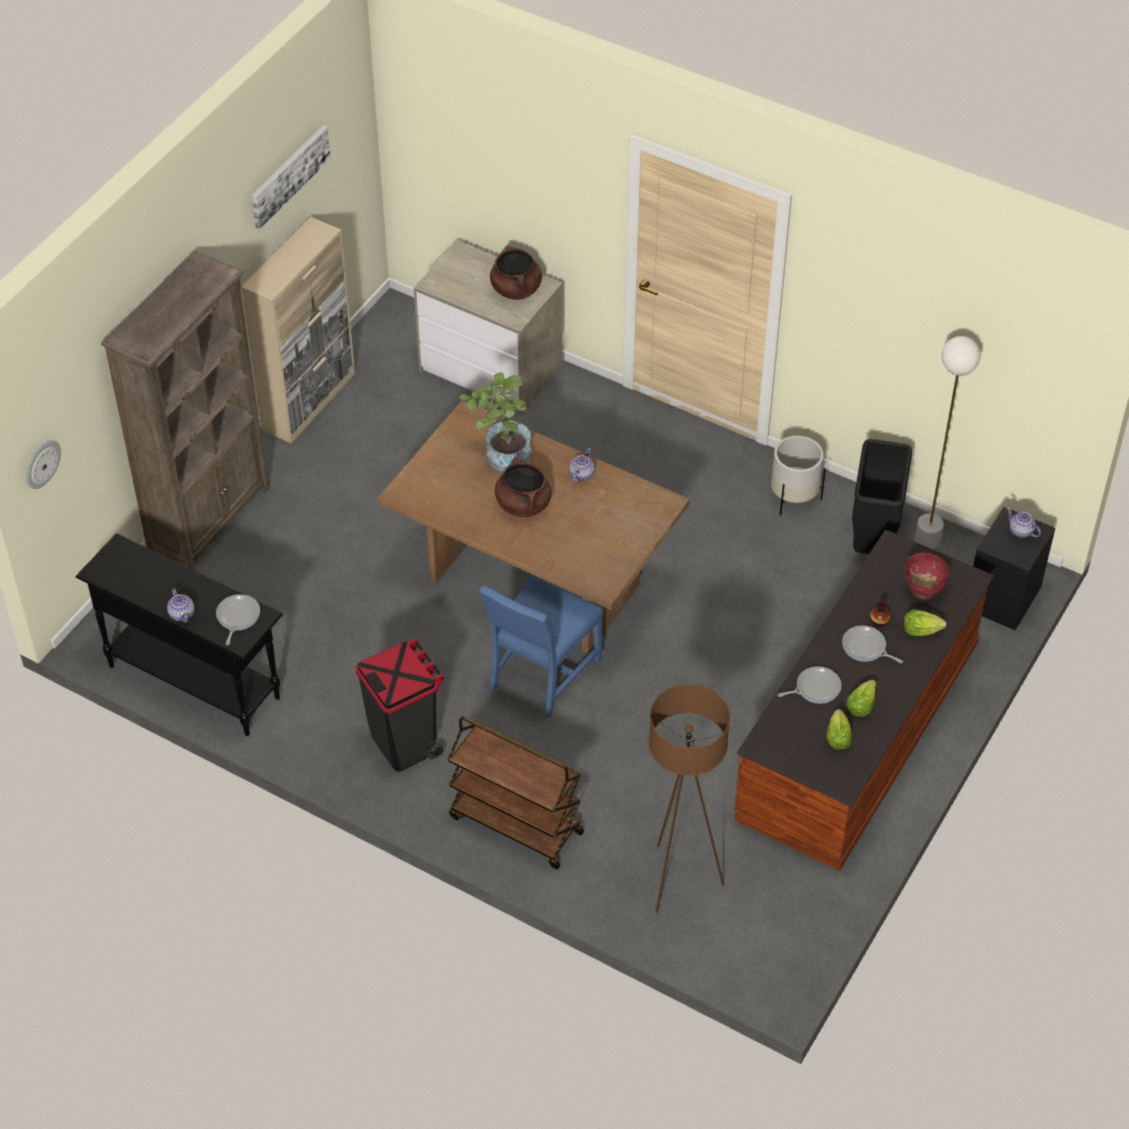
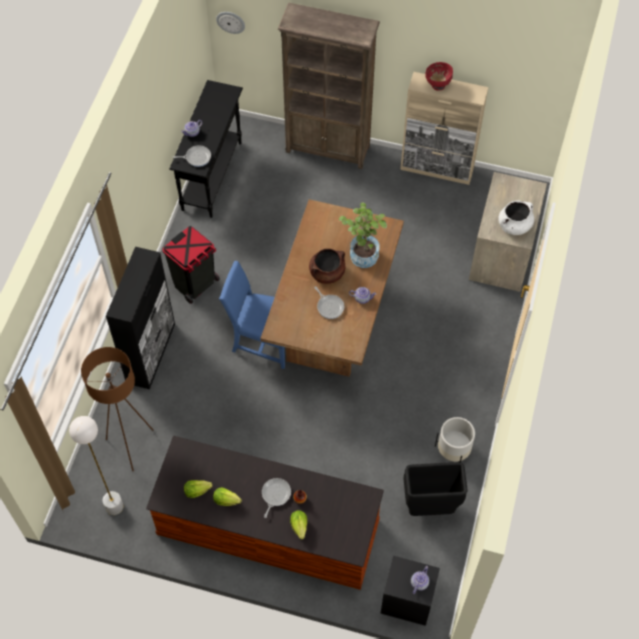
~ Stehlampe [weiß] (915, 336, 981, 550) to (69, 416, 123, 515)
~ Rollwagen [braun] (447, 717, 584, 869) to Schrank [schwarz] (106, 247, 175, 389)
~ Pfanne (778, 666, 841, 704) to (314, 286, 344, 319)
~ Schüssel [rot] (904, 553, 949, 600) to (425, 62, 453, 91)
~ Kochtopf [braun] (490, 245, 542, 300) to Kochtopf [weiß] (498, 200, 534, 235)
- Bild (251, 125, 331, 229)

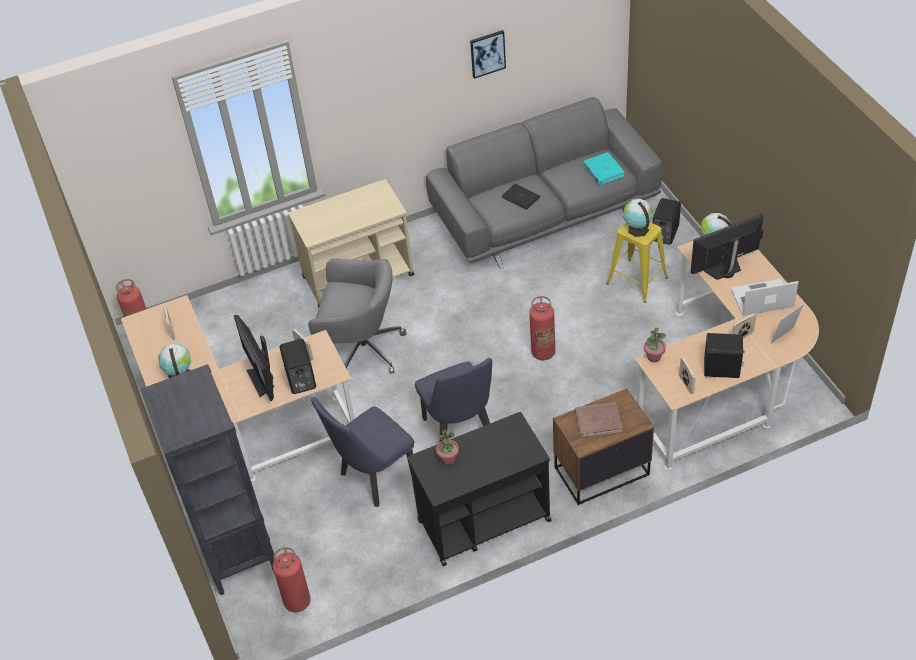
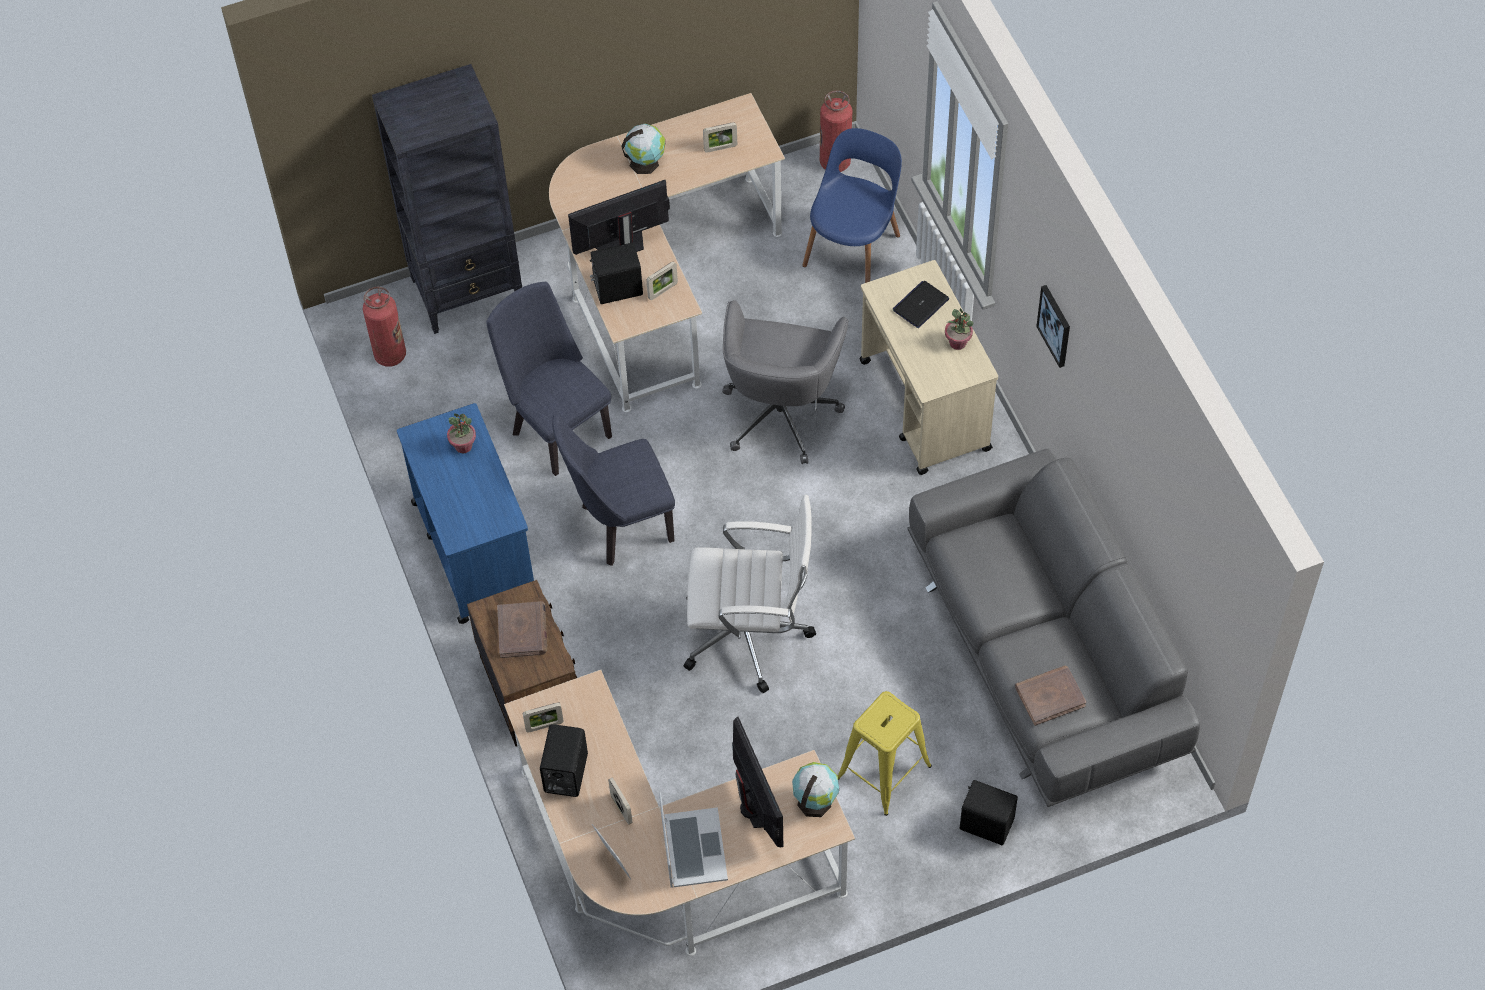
~ Rollwagen [schwarz] (407, 412, 552, 566) to Rollwagen [blau] (397, 403, 534, 624)
~ Feuerlöscher (529, 296, 555, 360) to Bürostuhl [weiß] (684, 495, 816, 693)
+ Stuhl [blau] (802, 128, 902, 283)
~ Laptop (502, 184, 540, 210) to (893, 281, 949, 328)
~ Topfpflanze (644, 328, 666, 362) to (945, 308, 974, 350)
~ Buch [türkis] (583, 152, 625, 185) to Buch [braun] (1015, 666, 1086, 726)
~ Bild (470, 30, 506, 79) to (1036, 285, 1070, 368)
- Globus (623, 199, 653, 237)

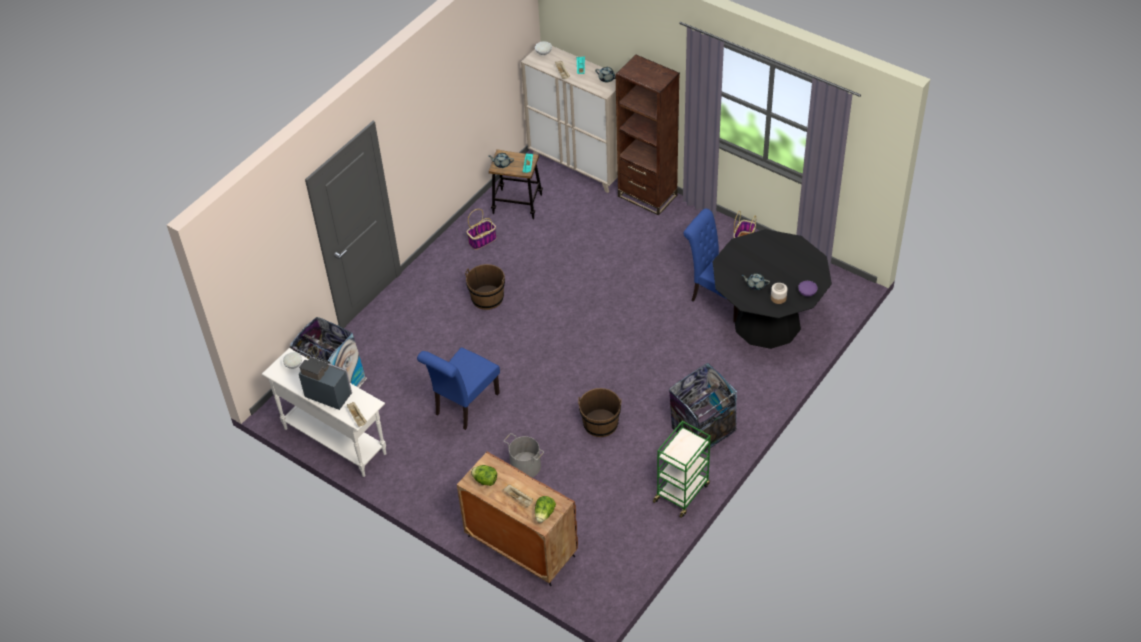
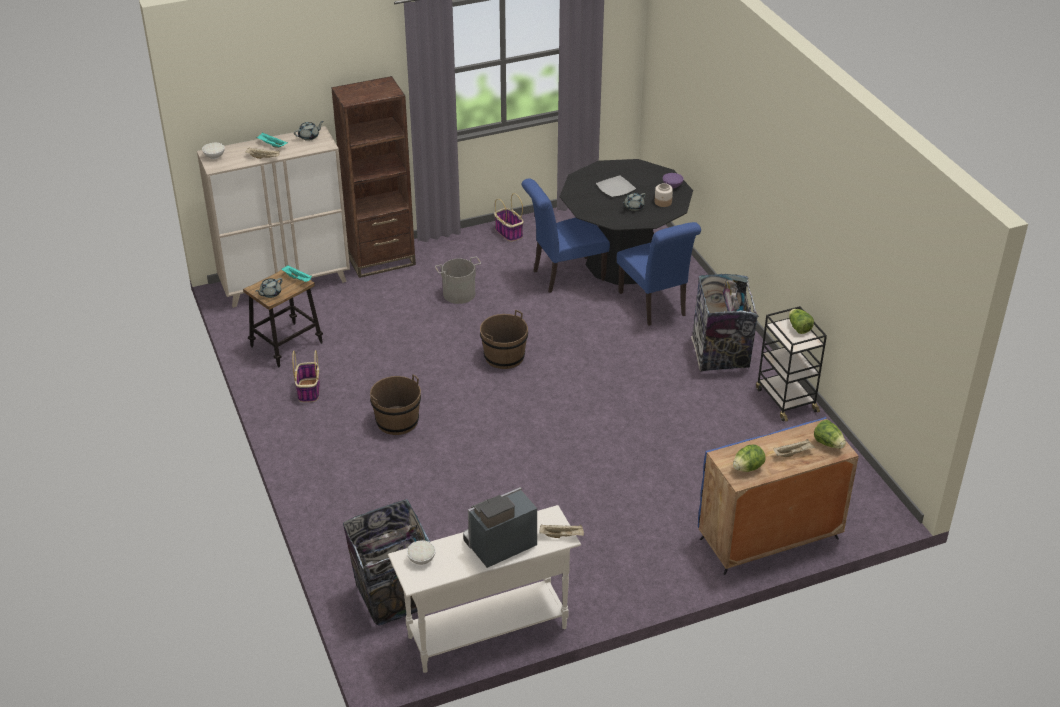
~ Eimer [grau] (504, 433, 544, 477) to (435, 257, 481, 304)
~ Eimer [braun] (578, 388, 621, 437) to (480, 310, 528, 369)
+ Teller (596, 175, 636, 197)
~ Stuhl [blau] (417, 348, 500, 430) to (617, 222, 701, 326)
~ Schrank [braun] (457, 451, 578, 586) to Schrank [blau] (698, 417, 859, 575)
~ Rollwagen [grün] (653, 421, 711, 518) to Rollwagen [schwarz] (756, 306, 827, 422)
+ Salatkopf (789, 309, 814, 334)

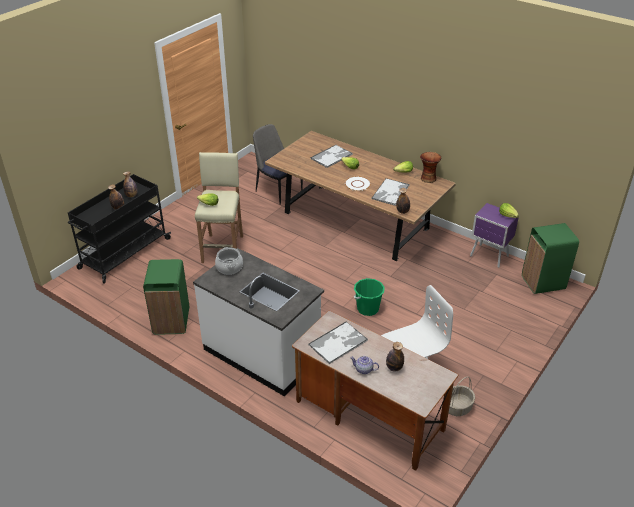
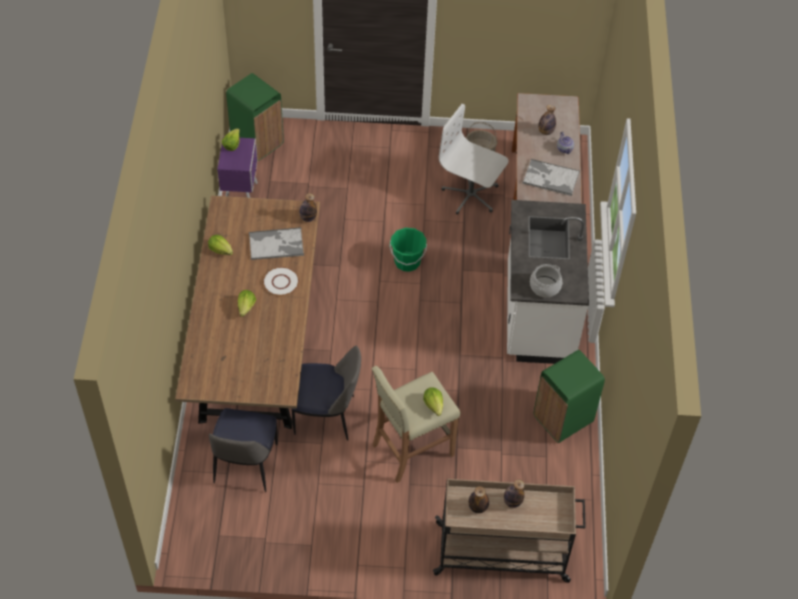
+ Stuhl (291, 346, 361, 441)
~ Rollwagen [schwarz] (68, 174, 171, 283) to Rollwagen [beige] (433, 479, 586, 583)
- Tablett (310, 145, 353, 168)
- Vase (420, 152, 441, 183)

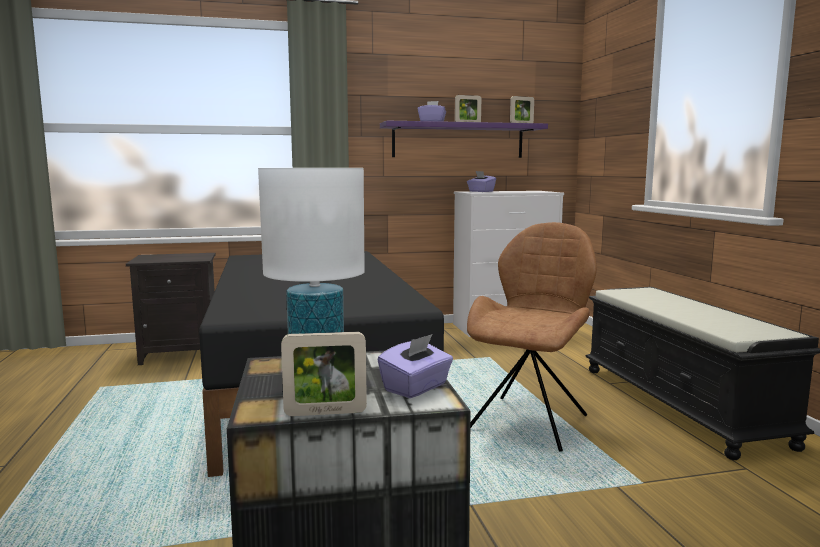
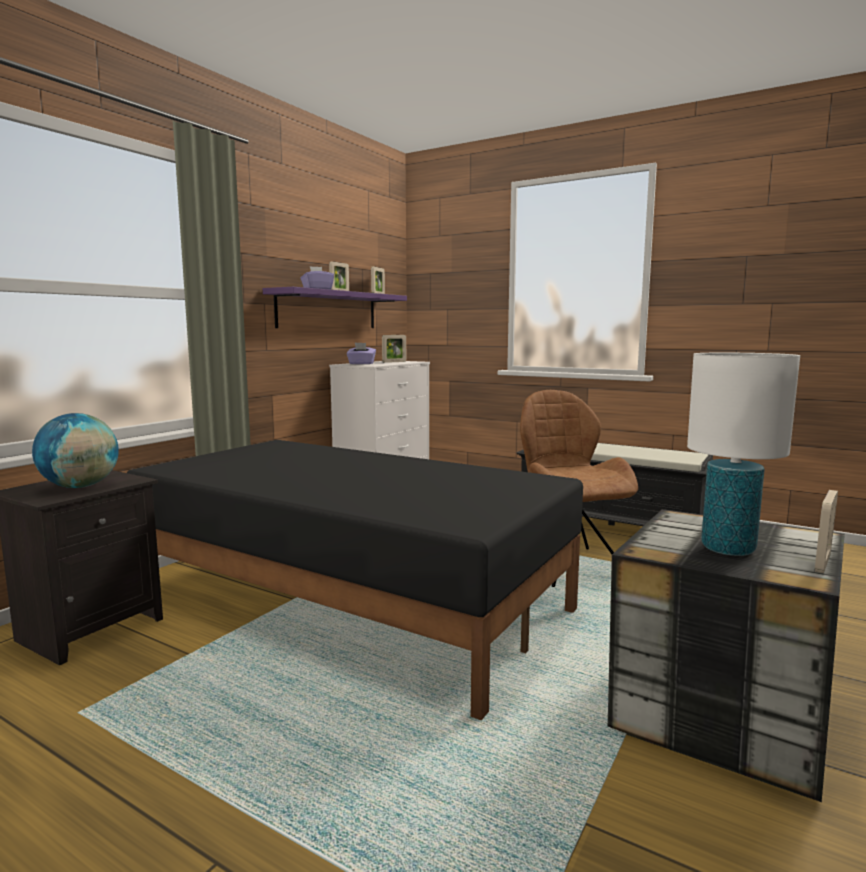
+ Globus (32, 413, 119, 488)
+ Bilderrahmen (382, 335, 406, 363)
- Taschentuchbox [lila] (377, 334, 453, 398)

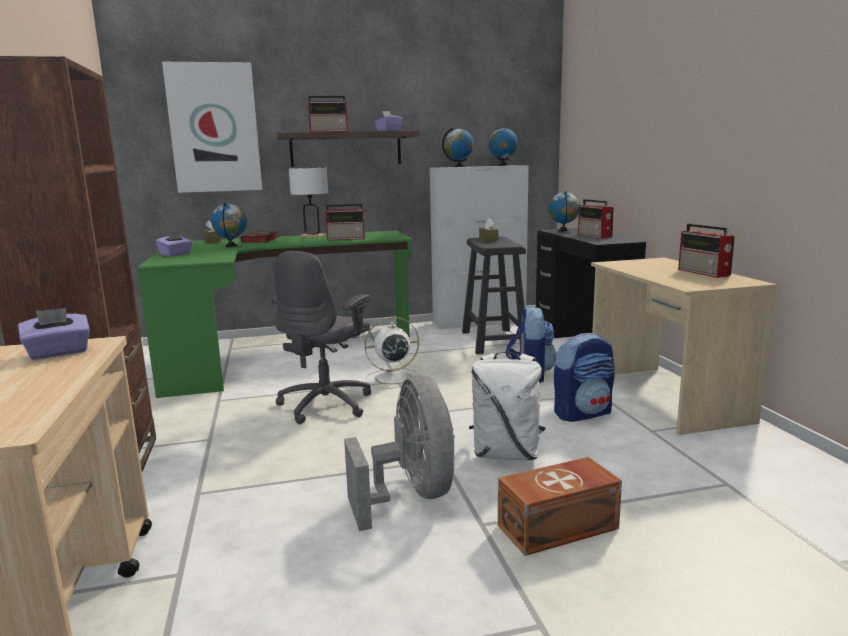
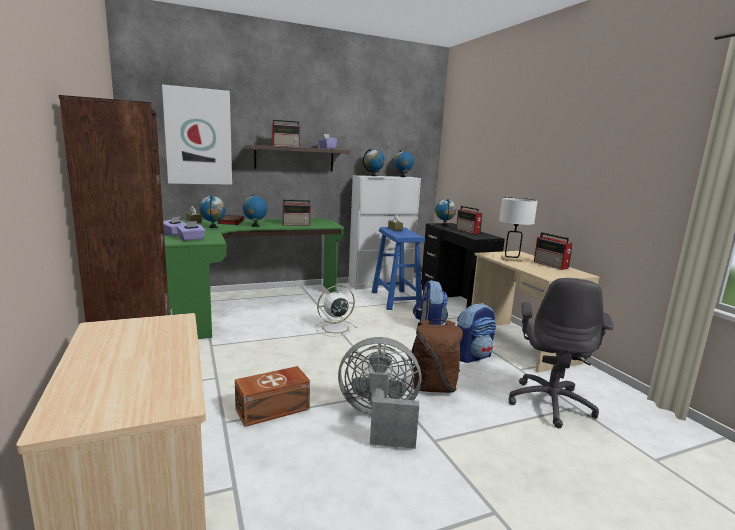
~ Taschentuchbox [lila] (18, 308, 90, 360) to (177, 221, 206, 241)
~ Aufbewahrungsbox [braun] (498, 457, 622, 556) to (235, 366, 310, 427)
+ Globus (242, 194, 268, 227)
~ Ventilator [grau] (344, 375, 455, 531) = (338, 337, 421, 449) 60 degrees counterclockwise
~ Hocker [schwarz] (462, 237, 526, 354) to Hocker [blau] (372, 227, 425, 310)
~ Rucksack [weiß] (469, 352, 546, 460) to Rucksack [braun] (412, 319, 463, 393)
~ Tischlampe [weiß] (289, 167, 328, 238) to (499, 197, 538, 262)
~ Bürostuhl [grau] (272, 251, 371, 424) to (508, 278, 614, 428)

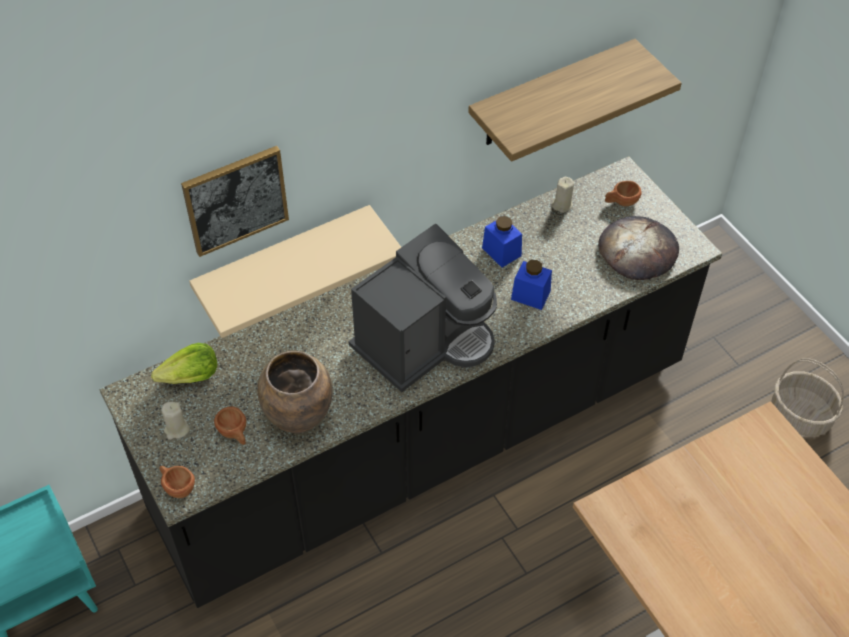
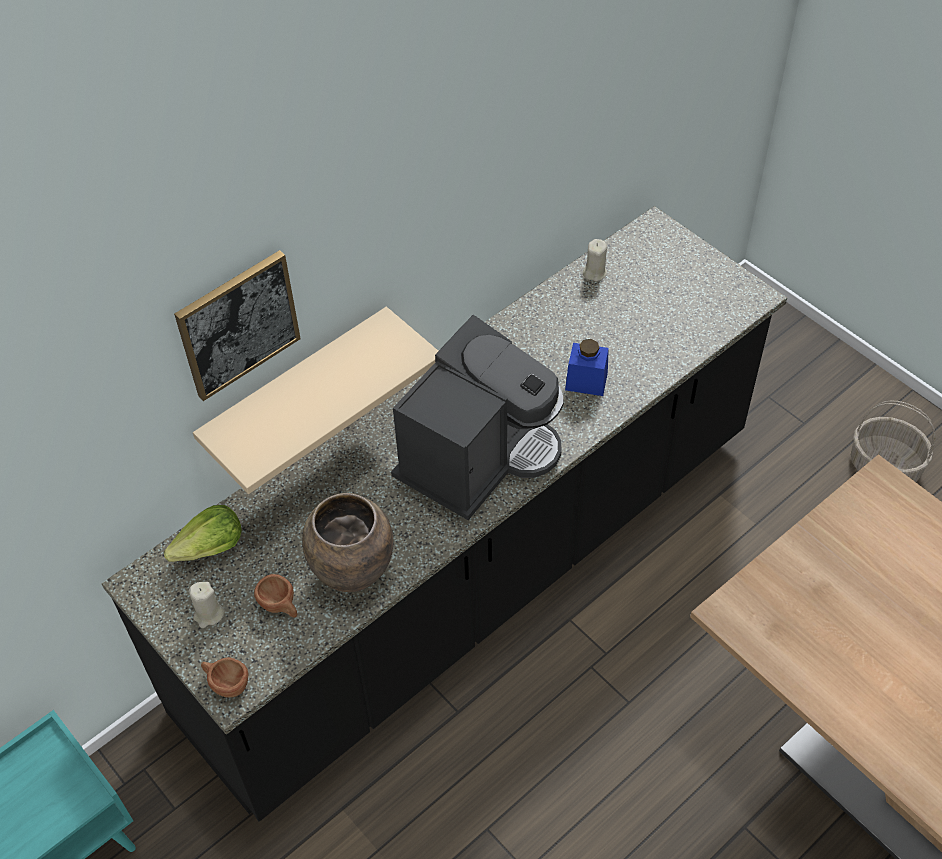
- Wandregal (468, 39, 682, 162)
- Vorratsglas [blau] (482, 216, 522, 268)
- Brot (598, 216, 679, 280)
- Tasse [braun] (605, 181, 642, 206)

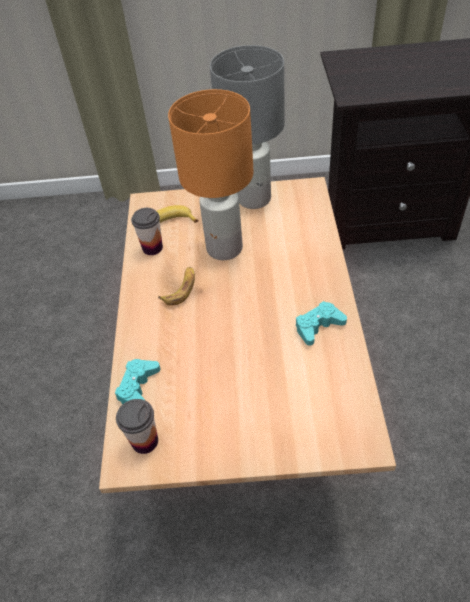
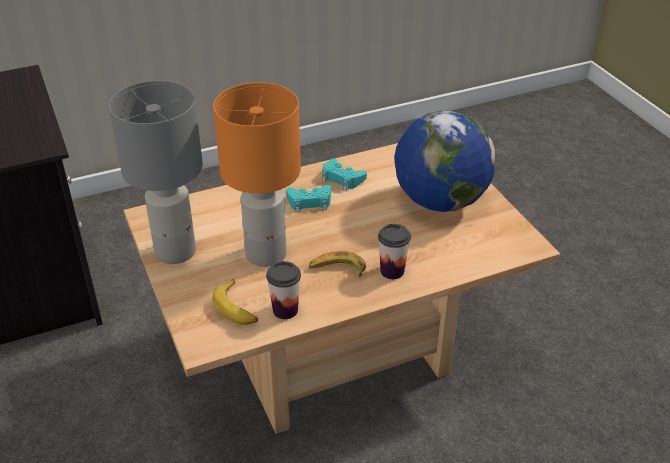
~ Gamepad [türkis] (115, 359, 161, 404) to (286, 185, 331, 212)
~ Tasse (116, 399, 158, 454) to (378, 224, 411, 279)
+ Globus (394, 111, 495, 212)

